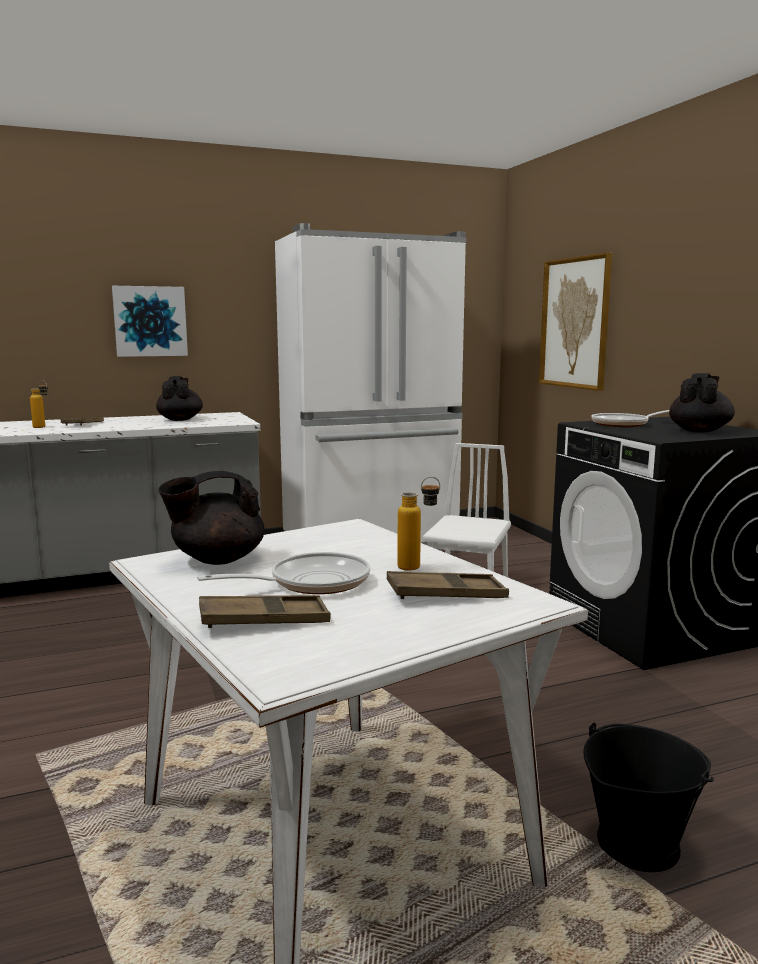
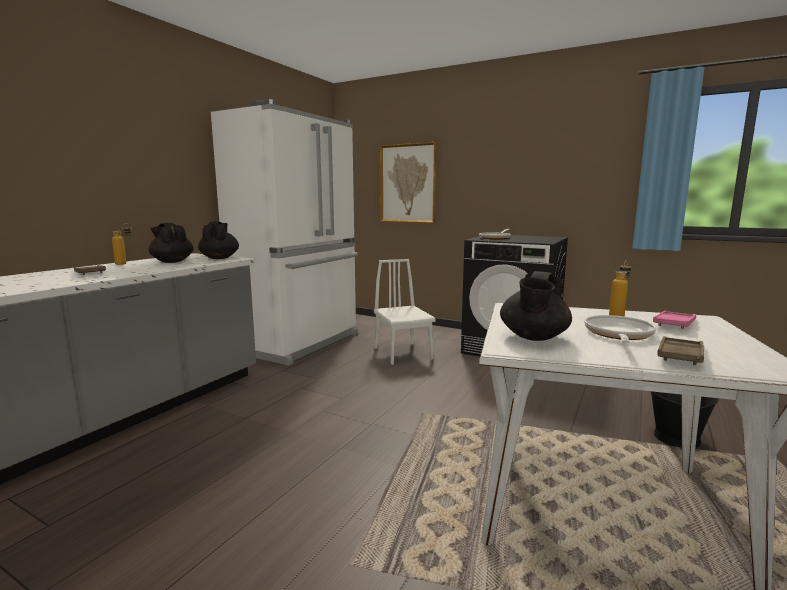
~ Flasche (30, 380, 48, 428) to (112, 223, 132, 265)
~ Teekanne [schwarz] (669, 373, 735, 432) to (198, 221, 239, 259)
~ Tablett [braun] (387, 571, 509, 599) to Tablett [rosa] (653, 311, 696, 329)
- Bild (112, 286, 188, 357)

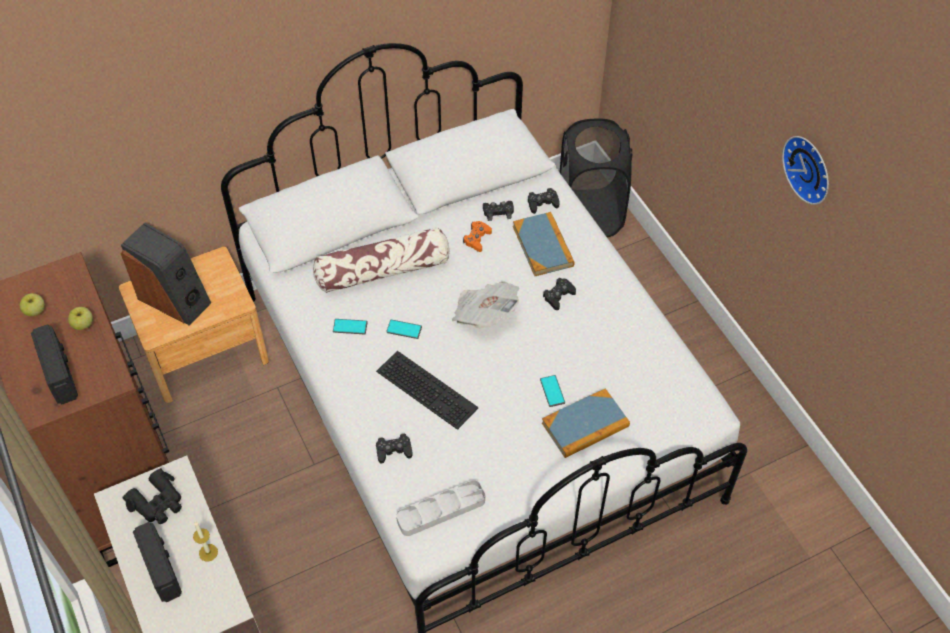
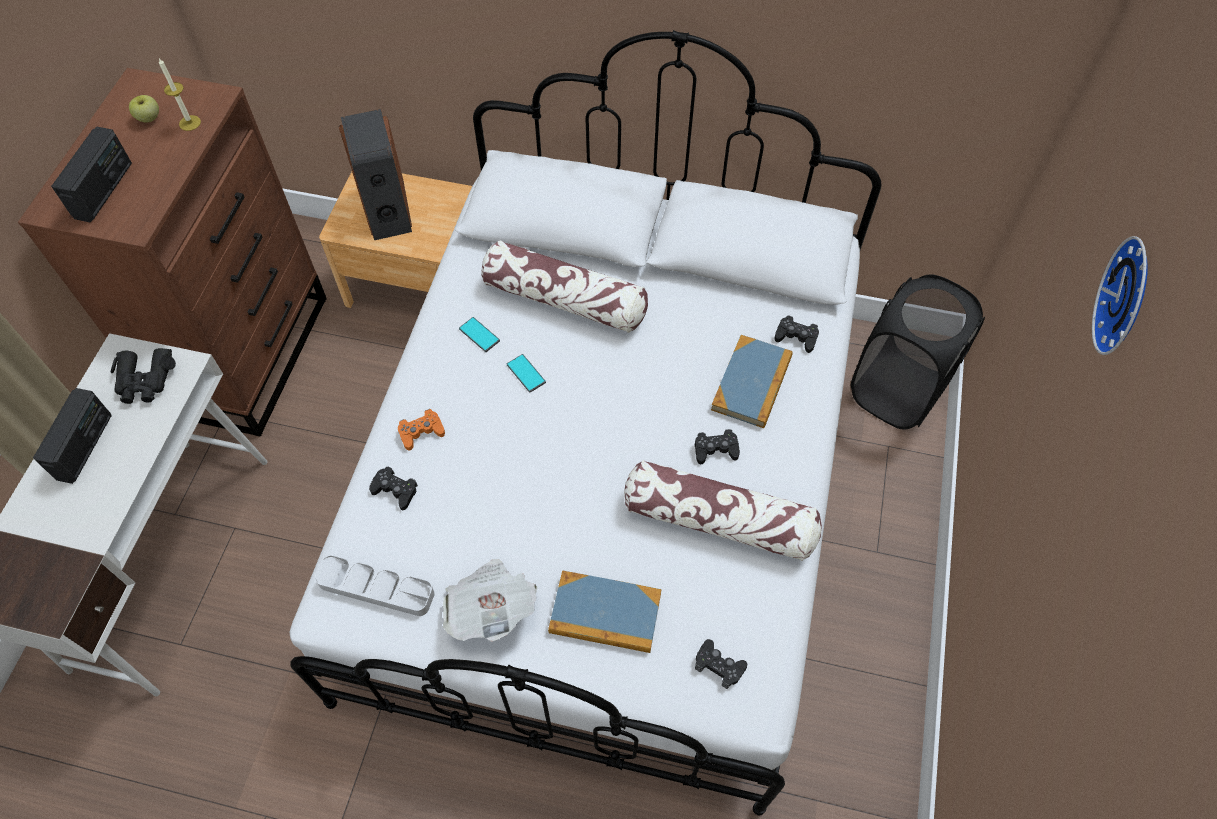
~ Kerze (193, 521, 218, 561) to (159, 58, 201, 131)
~ Gamepad [orange] (463, 221, 492, 252) to (398, 409, 445, 451)
~ Zeitung (452, 282, 519, 328) to (443, 559, 537, 642)
+ Kissen (624, 460, 822, 561)
~ Gamepad [schwarz] (483, 201, 514, 221) to (695, 639, 747, 689)
~ Wanduhr (782, 136, 829, 205) to (1092, 236, 1147, 355)
- Apfel (68, 307, 93, 330)
- Tastatur (376, 351, 478, 430)
- Handy (540, 375, 565, 407)

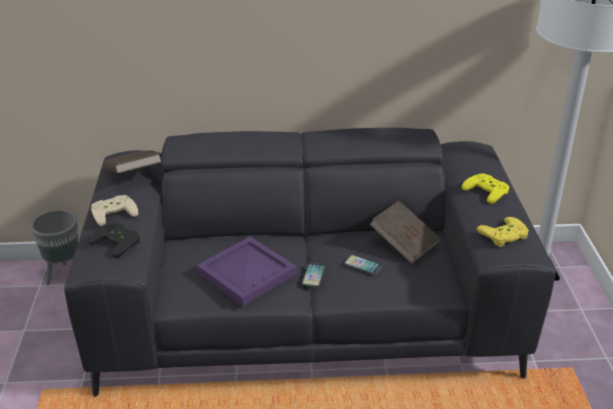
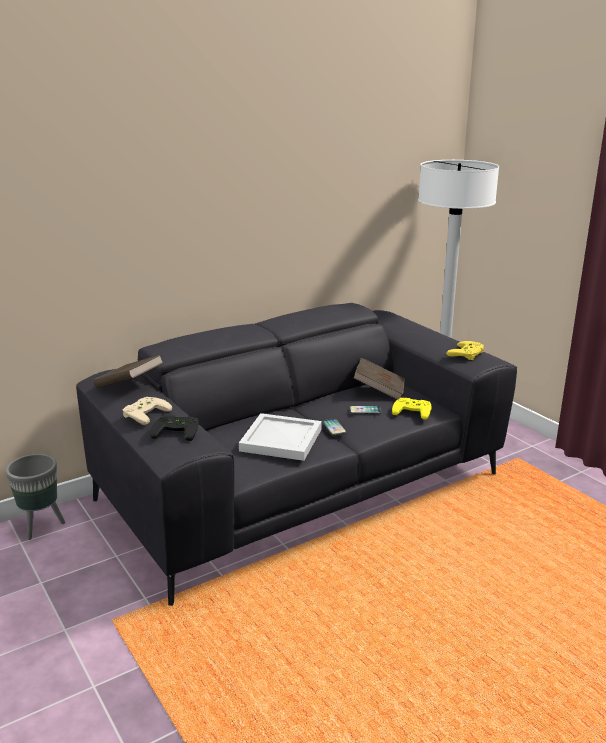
~ Tablett [lila] (197, 237, 297, 306) to Tablett [weiß] (239, 413, 322, 461)
~ Gamepad [gelb] (462, 173, 510, 204) to (392, 398, 432, 420)

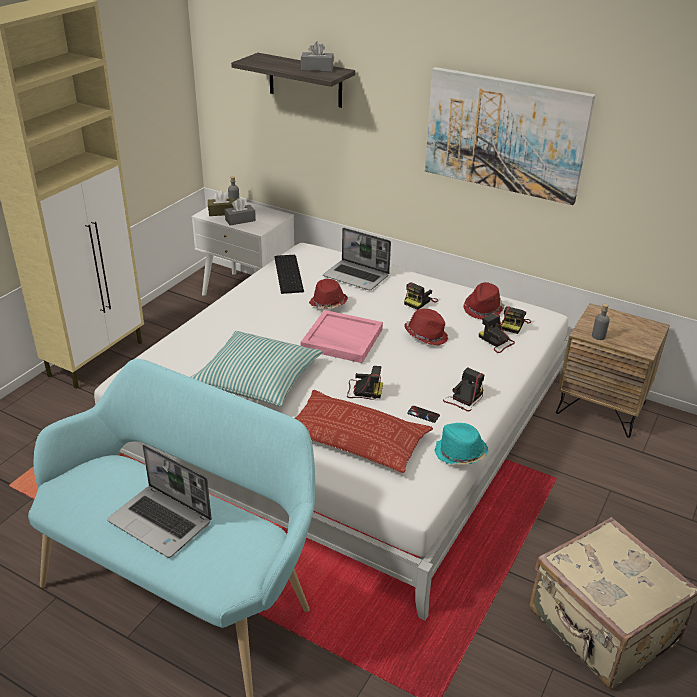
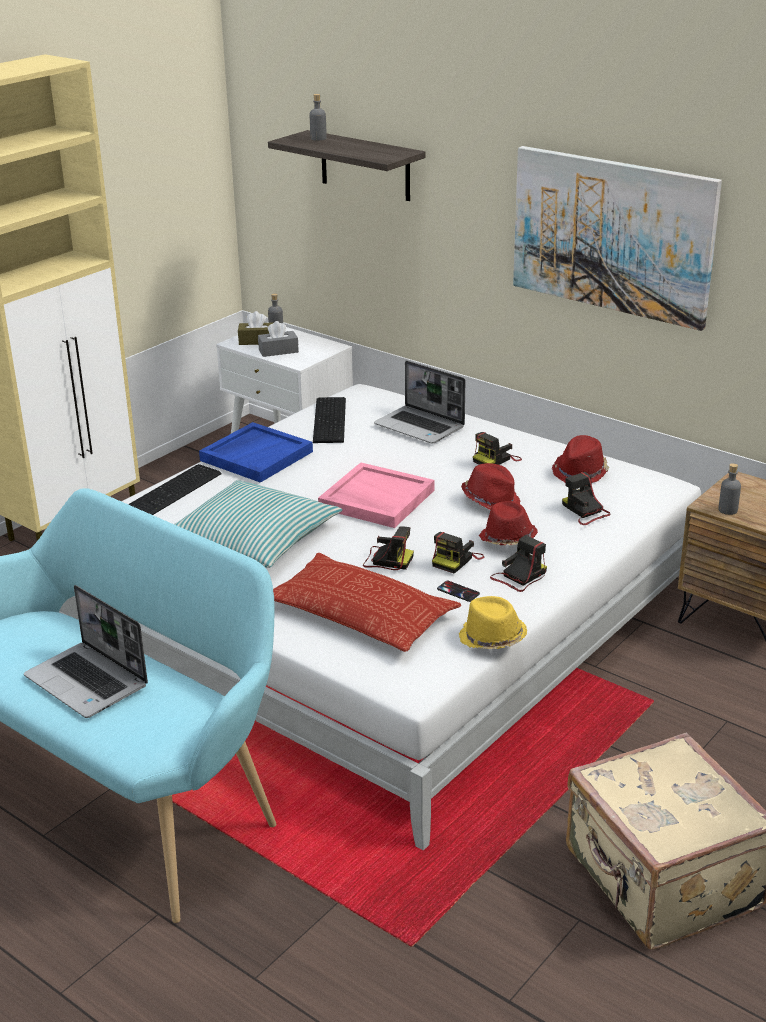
+ Tastatur (128, 464, 221, 515)
+ Tablett [blau] (199, 422, 313, 483)
+ Flasche [grau] (310, 94, 327, 141)
~ Kamera (501, 306, 531, 334) to (432, 532, 484, 573)
~ Hut [türkis] (434, 423, 489, 465) to Hut [gelb] (459, 596, 527, 649)
~ Hut [rot] (309, 279, 348, 308) to (479, 501, 538, 546)
- Taschentuchbox [grau] (301, 42, 334, 72)

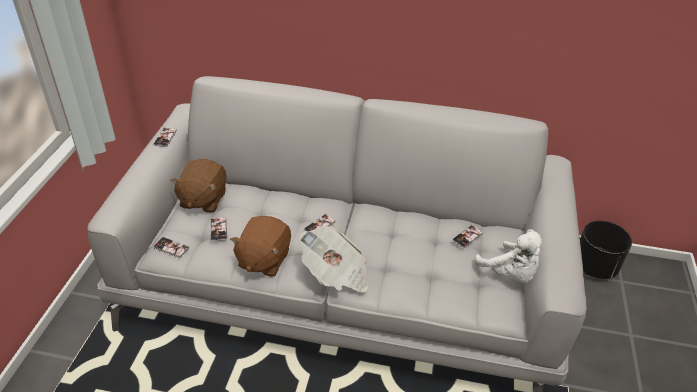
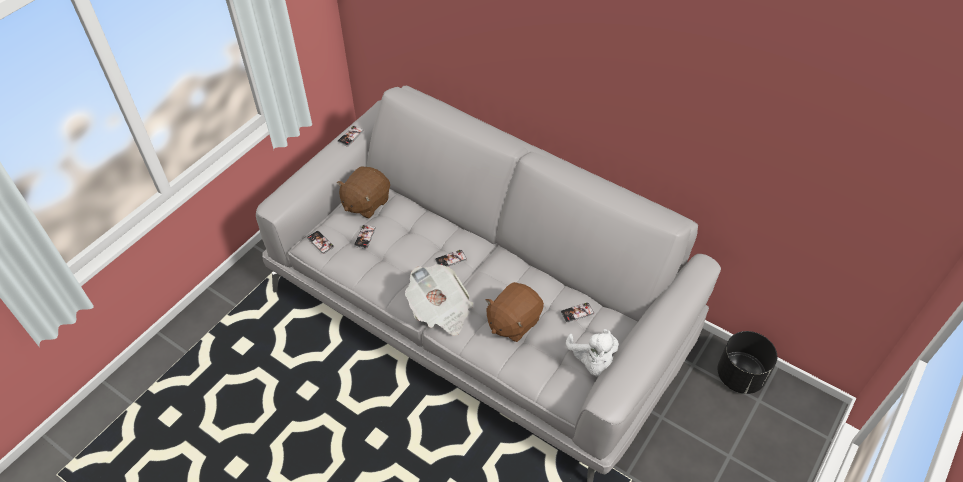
~ Plüschtier [braun] (230, 216, 291, 277) to (486, 282, 544, 342)

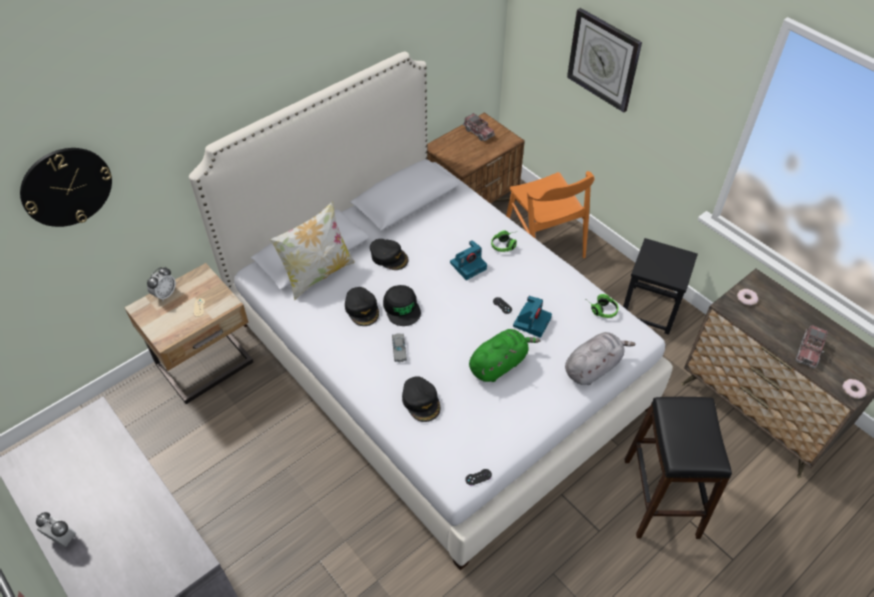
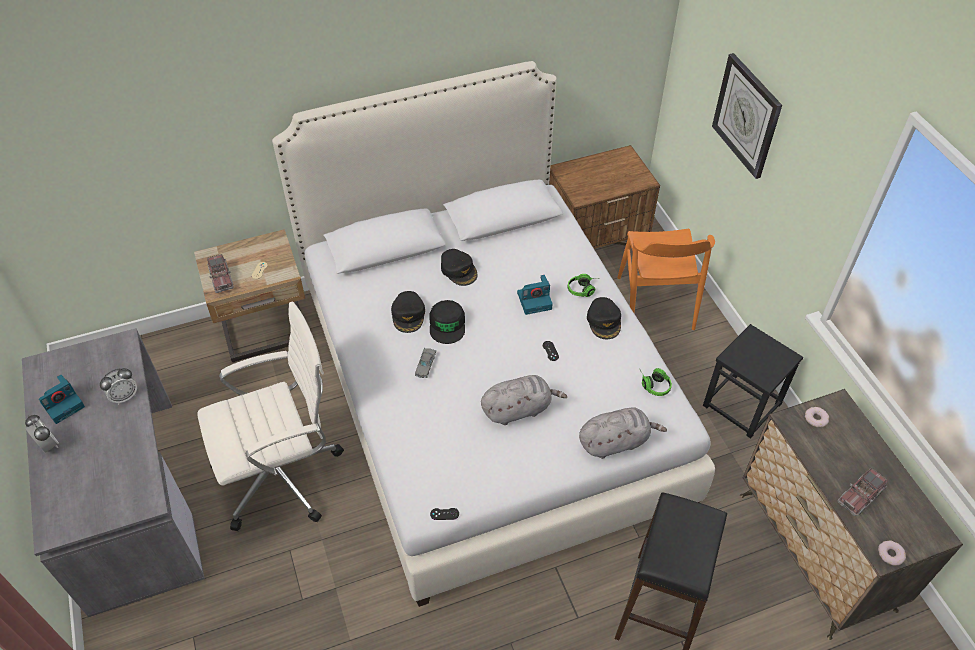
~ Kamera (513, 296, 552, 338) to (39, 375, 85, 424)
~ Wecker (147, 267, 176, 301) to (100, 368, 137, 405)
+ Bürostuhl [weiß] (197, 302, 344, 531)
~ Spielzeuglaster (463, 113, 495, 141) to (207, 254, 234, 293)
~ Plüschtier [grün] (469, 329, 540, 382) to Plüschtier [grau] (481, 375, 567, 425)
~ Kappe [schwarz] (402, 376, 440, 422) to (587, 297, 621, 339)
- Wanduhr (20, 148, 112, 227)
- Kissen (269, 201, 355, 300)

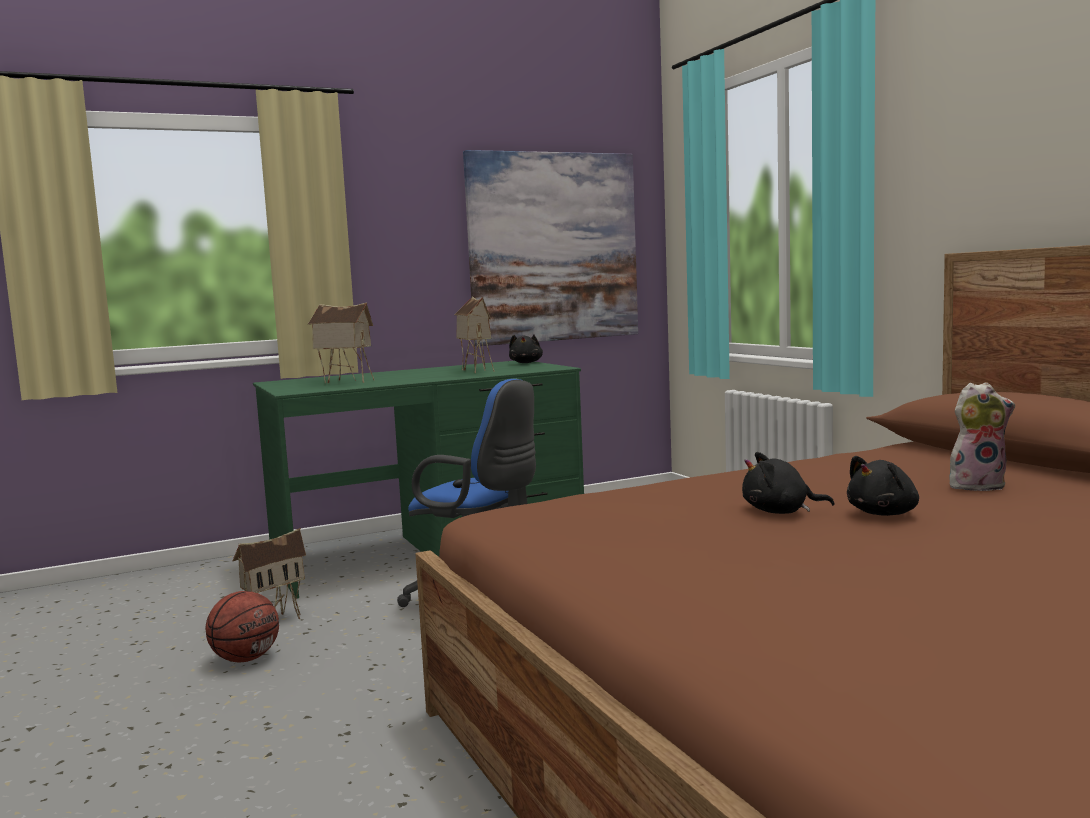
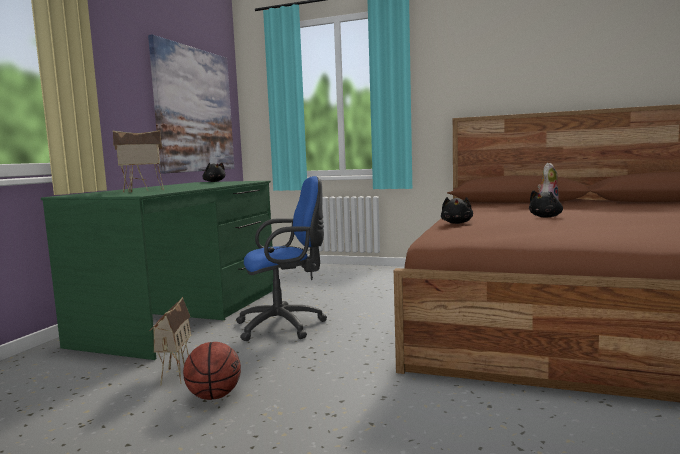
~ Plüschtier [schwarz] (847, 456, 919, 516) to (441, 197, 473, 224)
- Spielzeughaus (454, 296, 495, 373)

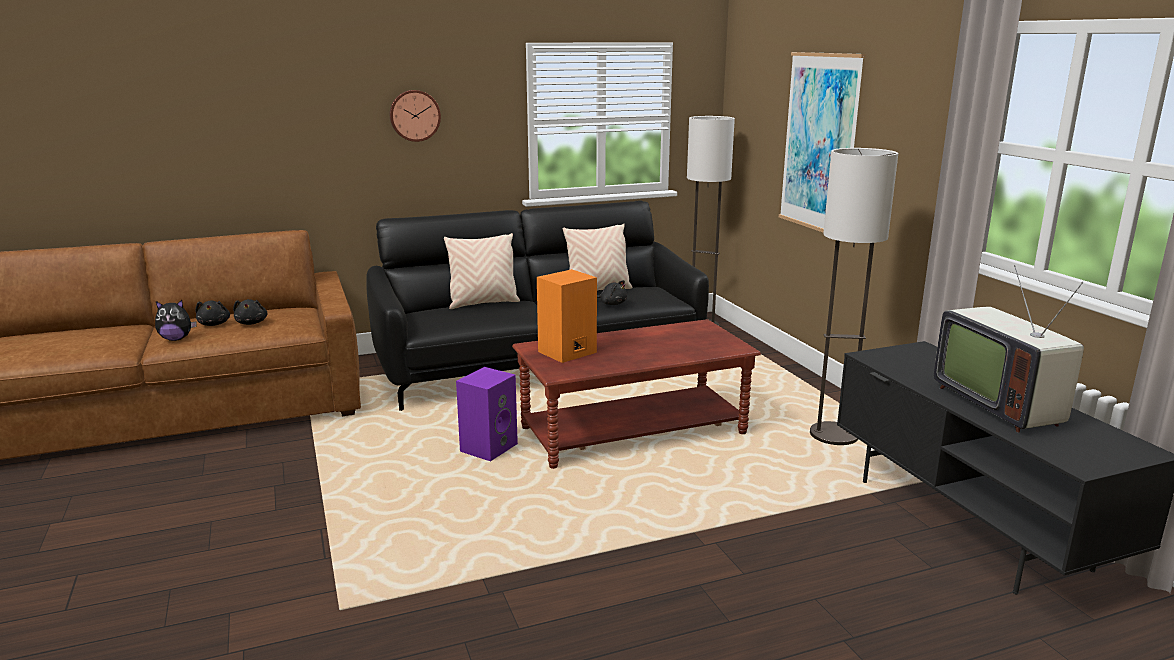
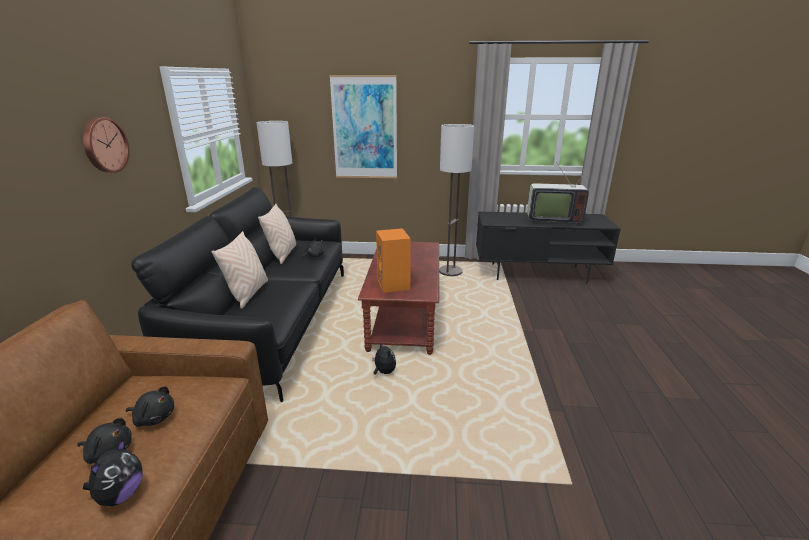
~ Lautsprecher [lila] (456, 367, 518, 461) to Plüschtier (372, 343, 396, 375)

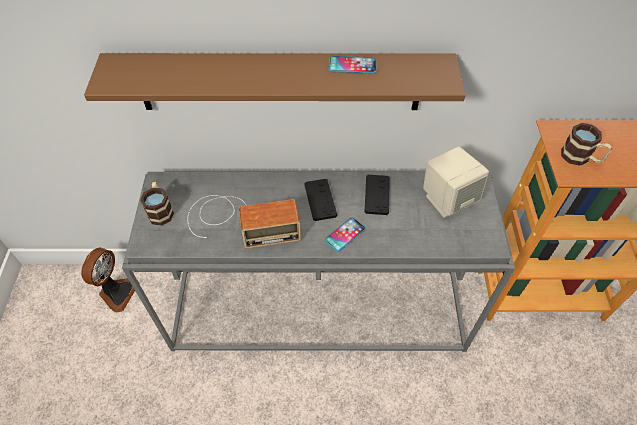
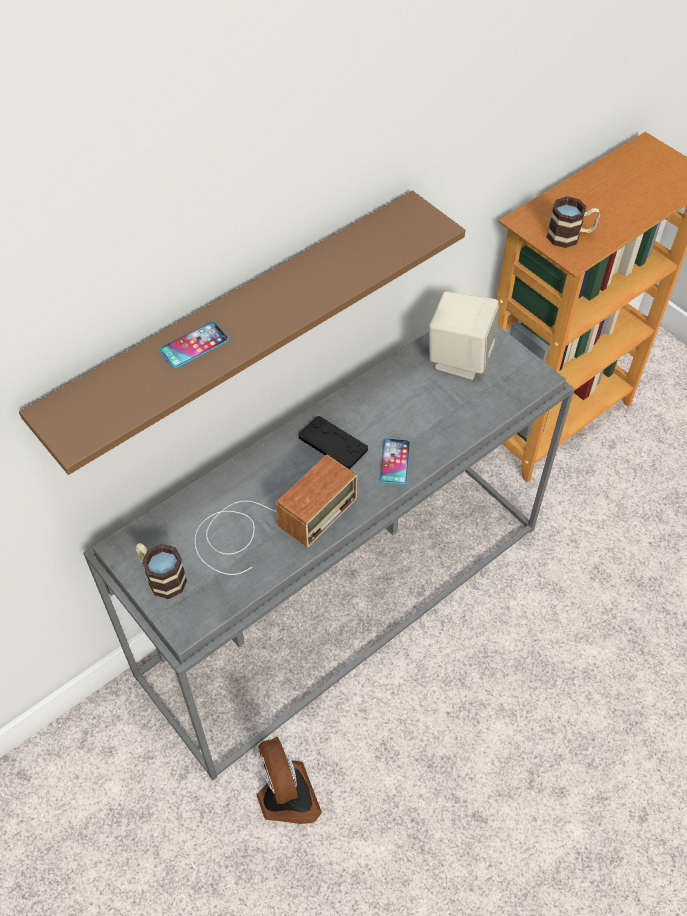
~ Handy (328, 56, 377, 74) to (159, 322, 229, 369)
~ Ventilator (81, 248, 138, 313) to (257, 736, 322, 824)
- Gamepad [schwarz] (364, 175, 390, 215)

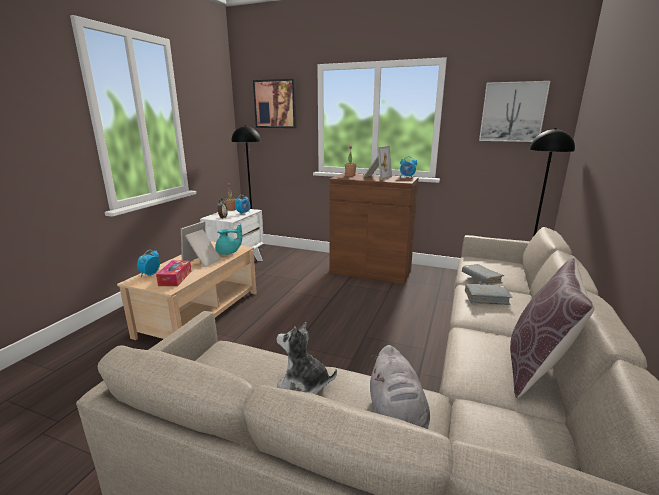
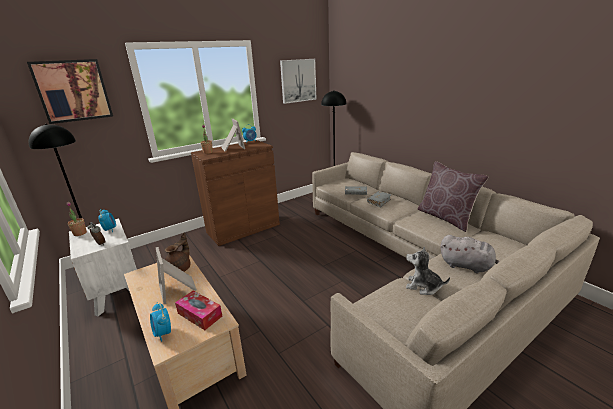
~ Teekanne [türkis] (215, 224, 242, 255) to Teekanne [braun] (165, 233, 191, 272)
~ Plüschtier (277, 322, 337, 395) = (406, 247, 450, 295) 60 degrees clockwise

